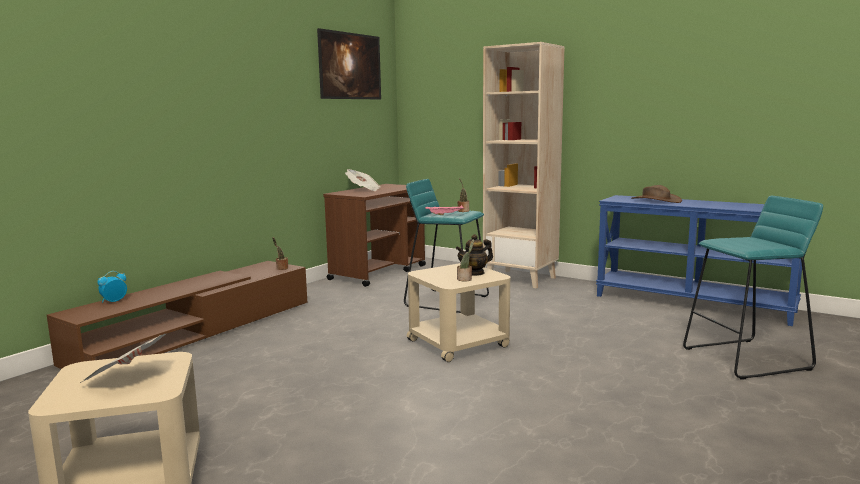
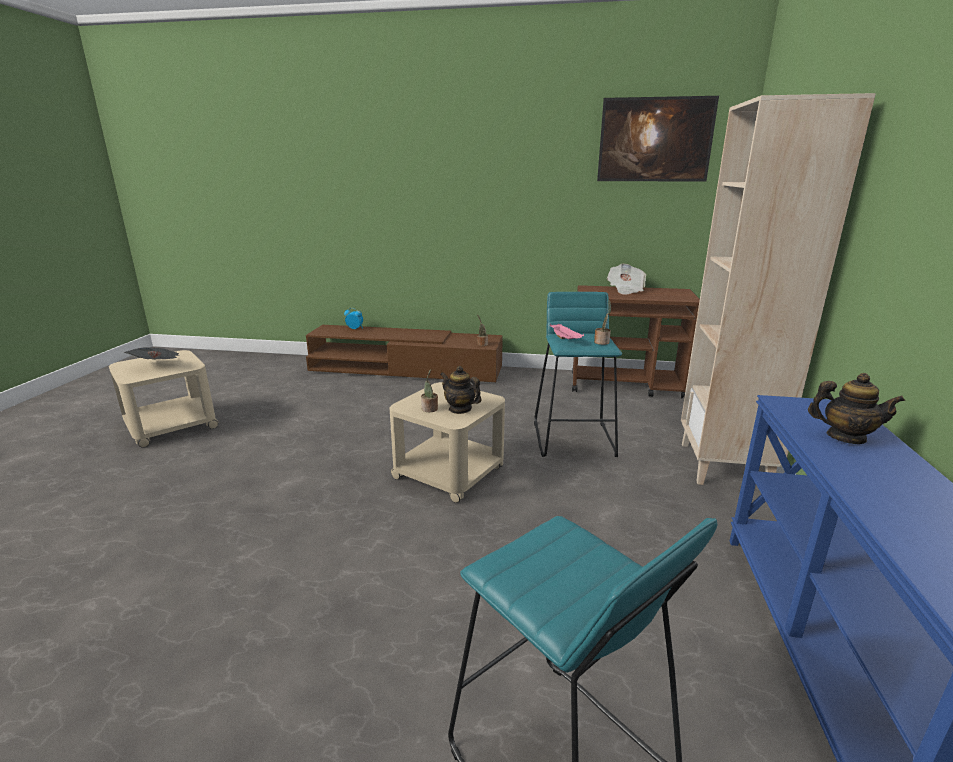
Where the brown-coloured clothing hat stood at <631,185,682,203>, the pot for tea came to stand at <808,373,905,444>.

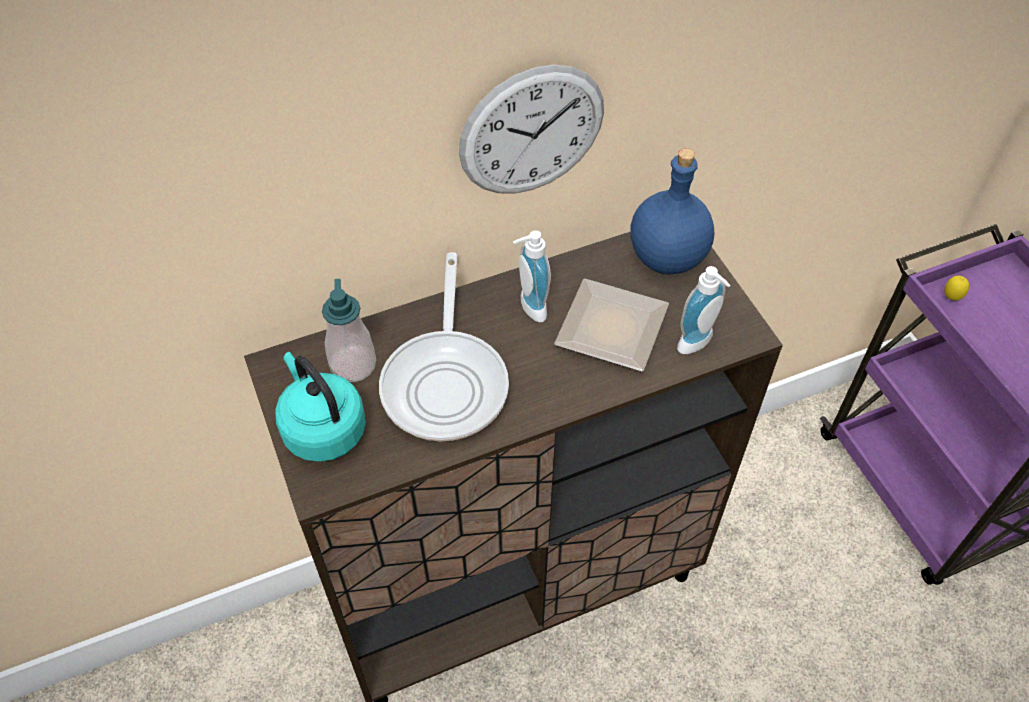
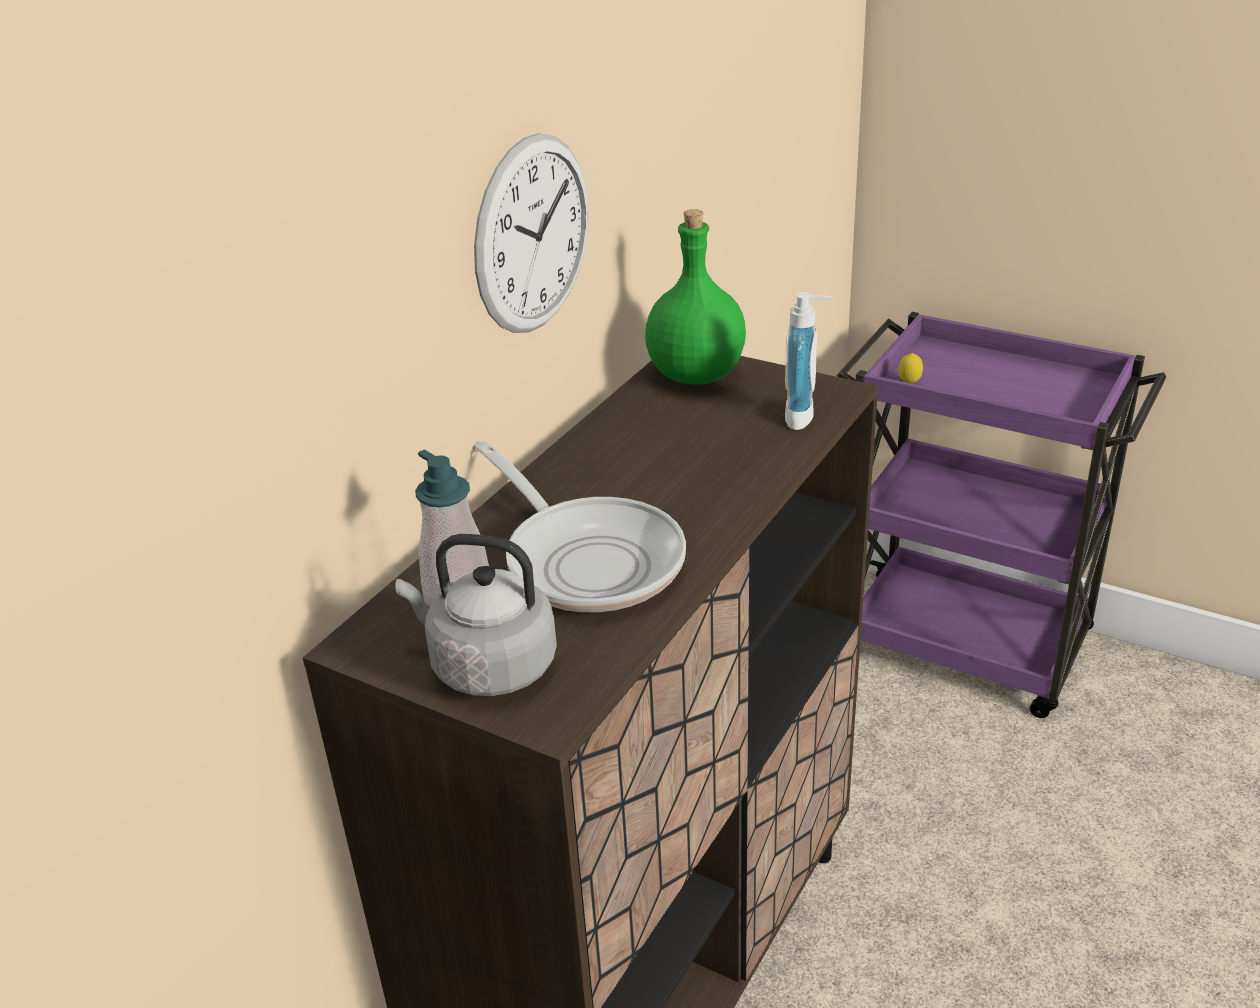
The second view lost the soap dispenser at <513,230,551,322>.
The second view lost the plate at <554,279,669,372>.
What was the blue-green tea kettle at <275,352,366,462> turned into the grey tea kettle at <395,534,557,696>.
What was the blue beverage bottle at <630,148,714,274> turned into the green beverage bottle at <645,209,746,385>.

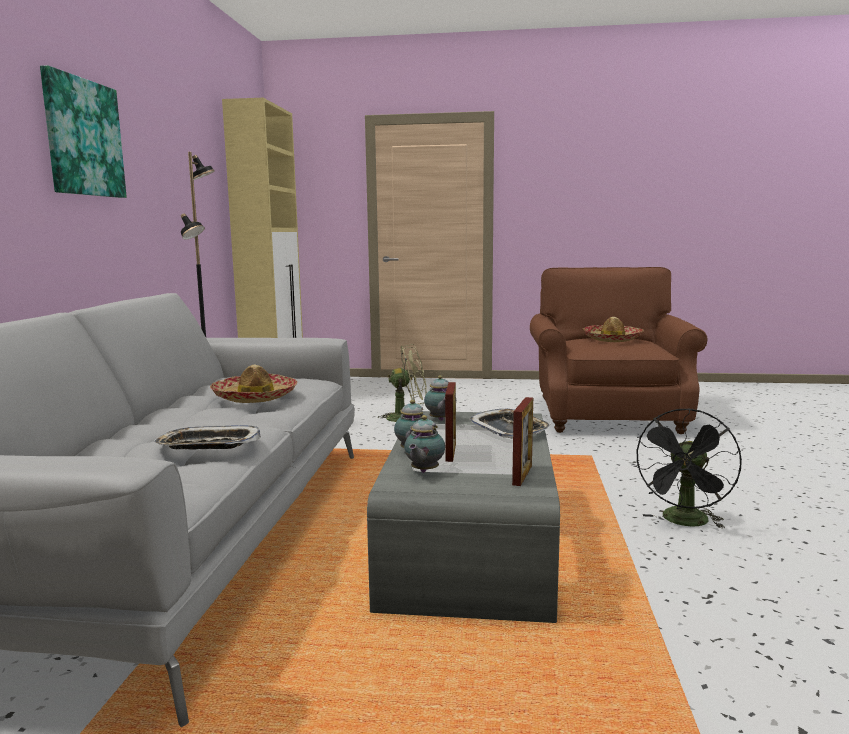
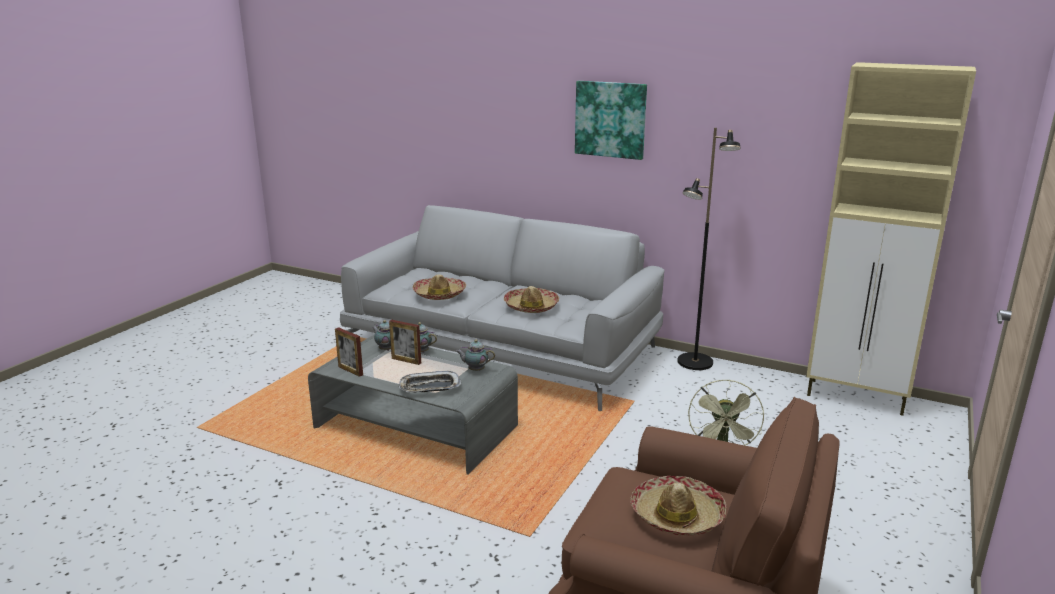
The second view lost the black fan at <634,408,742,529>.
Where the serving tray stood at <154,425,261,450>, the clothing hat came to stand at <413,274,466,300>.

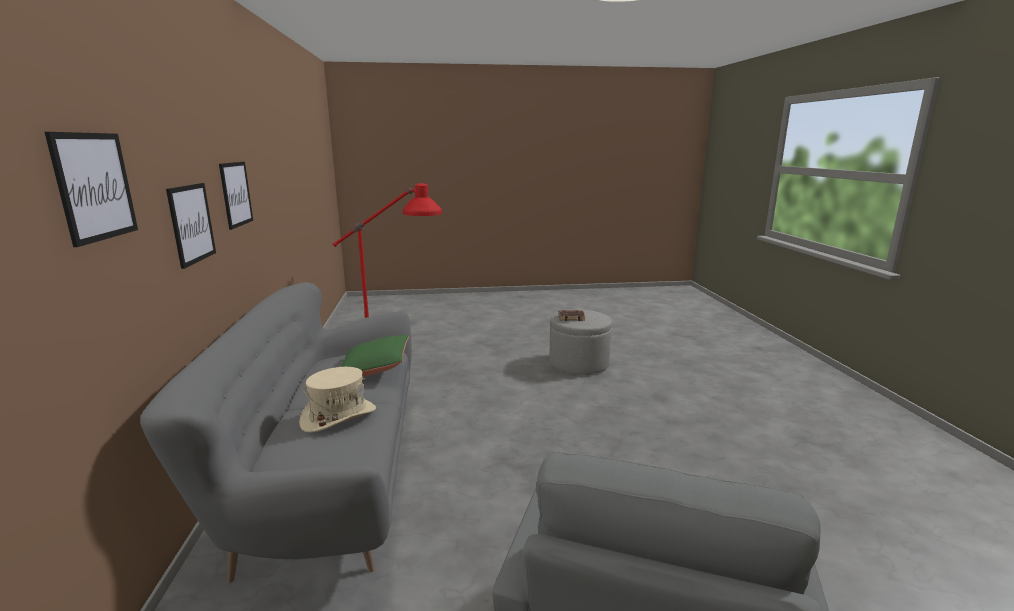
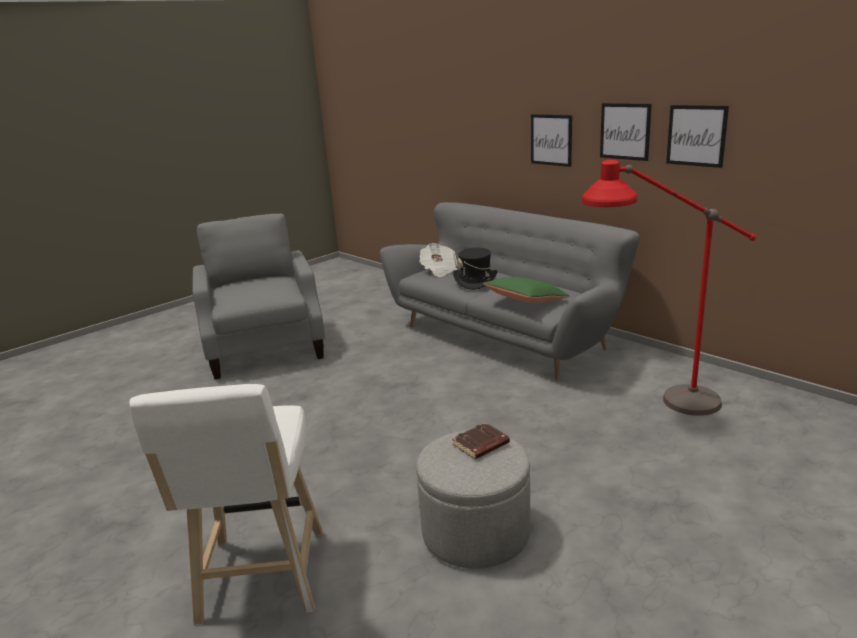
The second view gained the white-coloured sitting stool at <129,384,323,625>.
The second view gained the printed paper at <419,243,457,277>.
The picture ended up elsewhere, having gone from <45,132,138,247> to <666,105,729,168>.
What was the beige clothing hat at <299,367,376,432> turned into the black clothing hat at <453,248,498,290>.

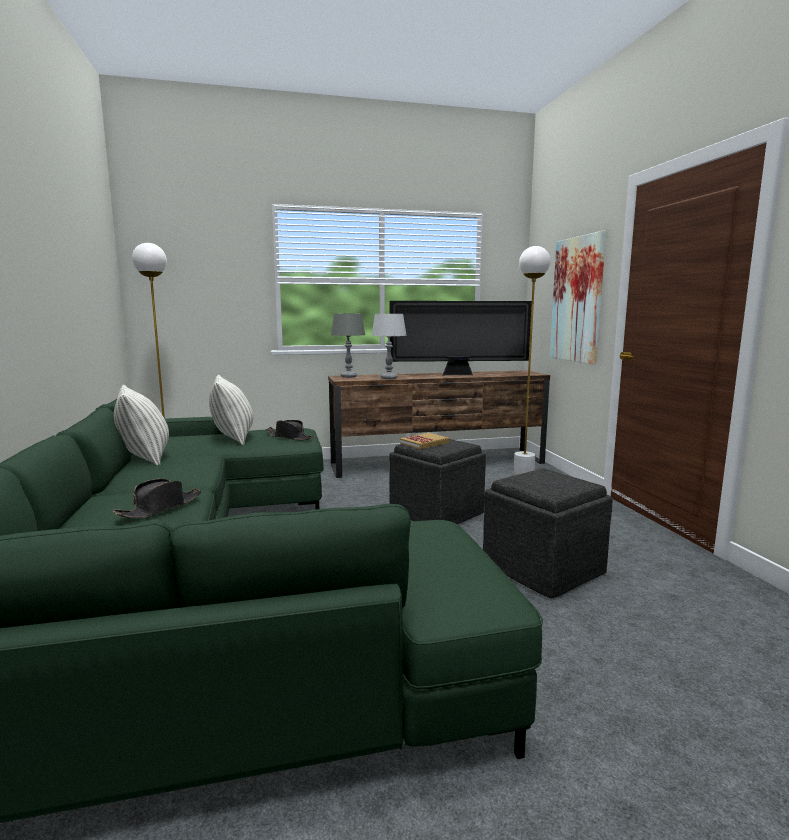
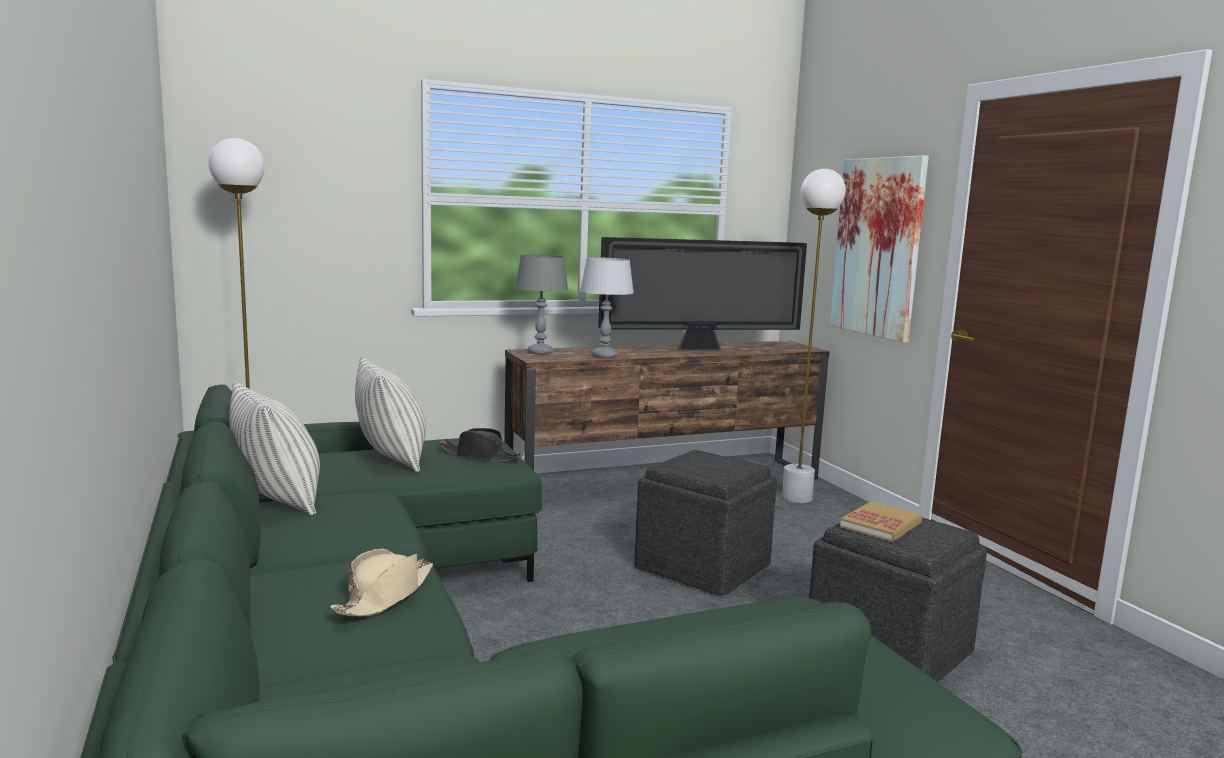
The book ended up elsewhere, having gone from <400,433,450,449> to <840,501,922,542>.
What was the black clothing hat at <113,479,202,518> turned into the beige clothing hat at <331,549,433,617>.

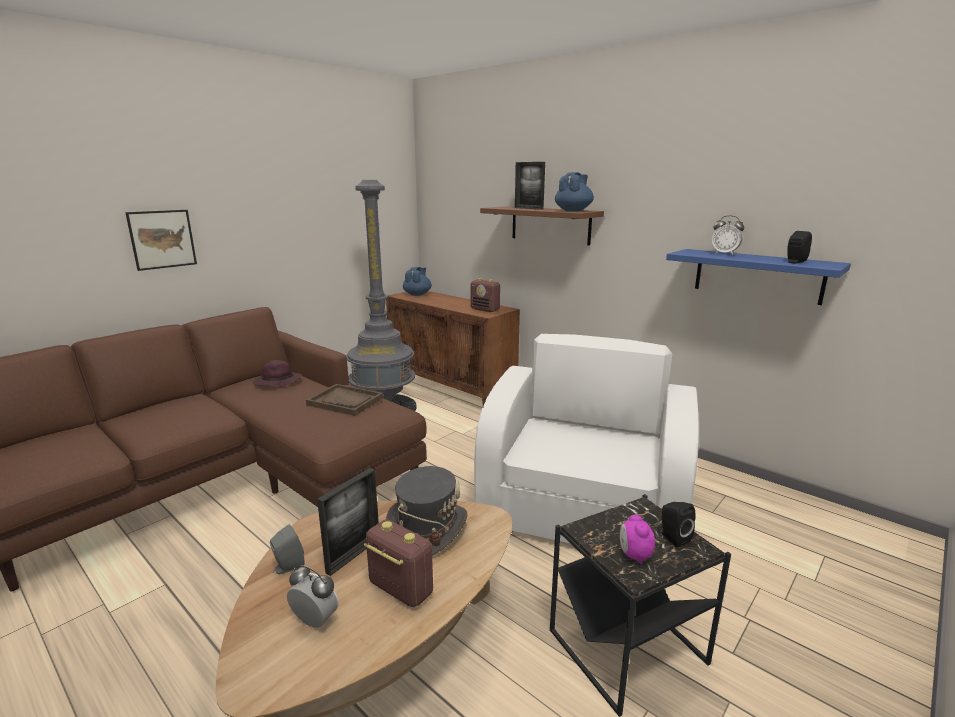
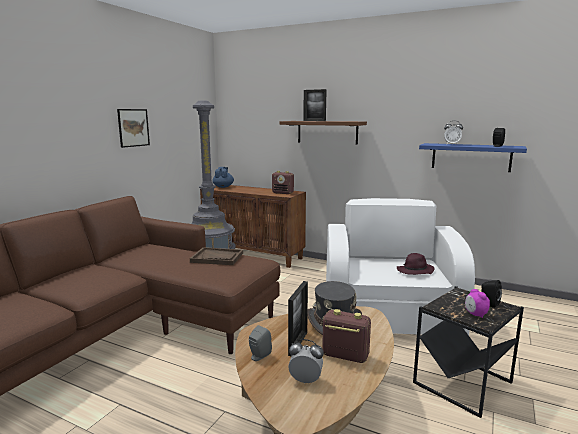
The second view lost the blue pot for tea at <555,172,594,211>.
The picture ended up elsewhere, having gone from <125,210,197,271> to <117,109,150,148>.
The purple clothing hat ended up elsewhere, having gone from <253,360,302,387> to <397,253,435,275>.

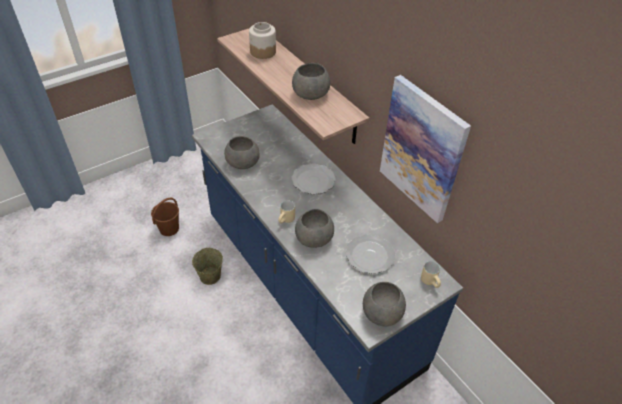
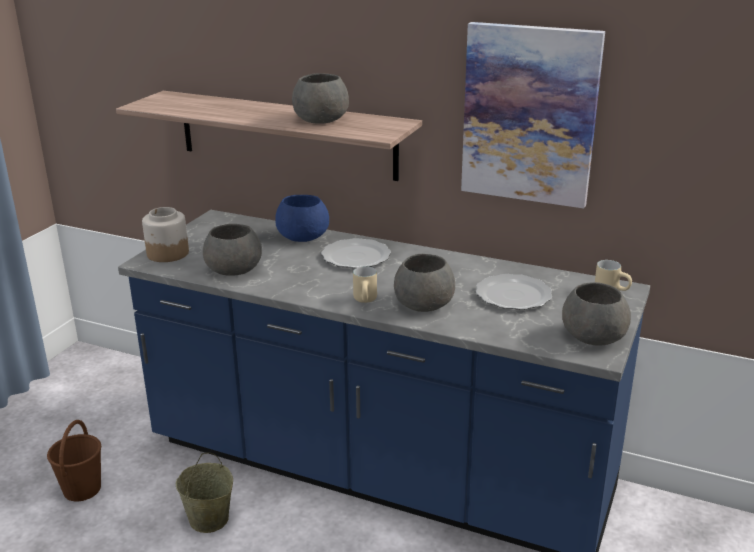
The second view gained the blue deep dish at <275,195,329,242>.
The preserve jar ended up elsewhere, having gone from <249,22,276,59> to <142,207,189,262>.

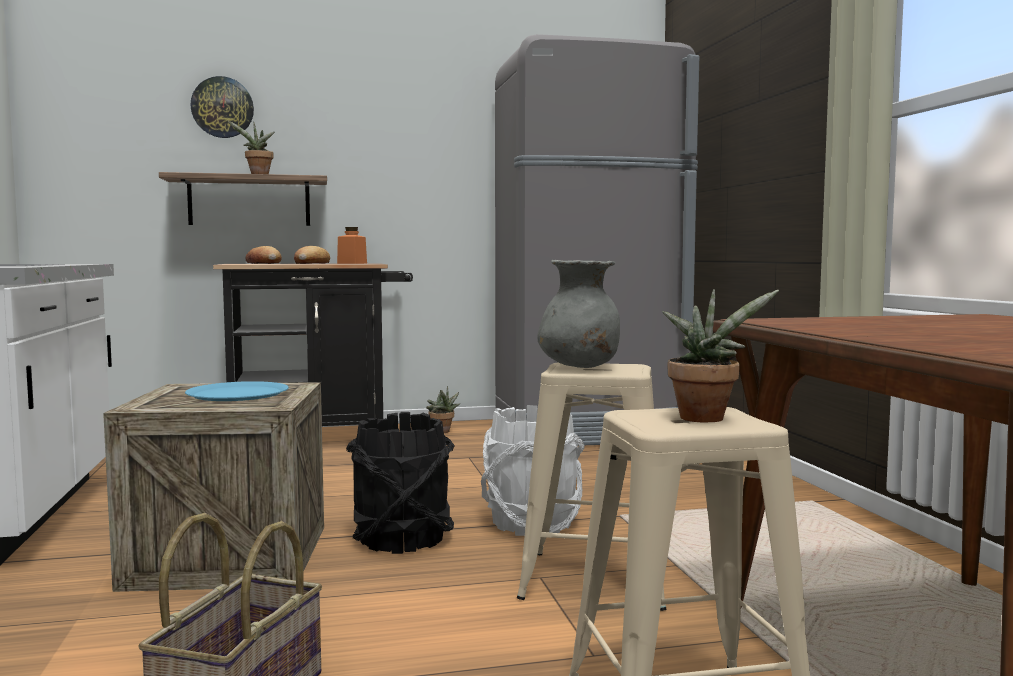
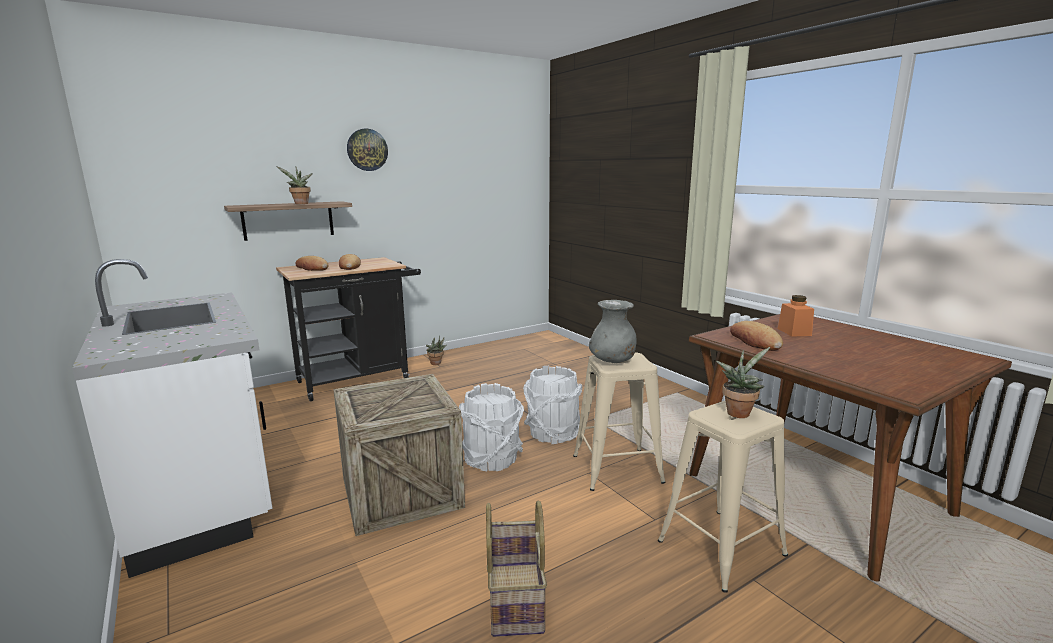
The second view lost the blue plate at <185,381,289,401>.
The second view lost the grey kitchen fridge at <495,34,699,446>.
The second view gained the bread at <730,321,783,351>.
The clock on the wall ended up elsewhere, having gone from <190,76,254,138> to <347,129,388,171>.
The orangey preserve jar ended up elsewhere, having gone from <337,227,367,264> to <778,295,814,337>.
What was the black water bucket at <346,412,454,554> turned into the white-coloured water bucket at <458,383,524,471>.

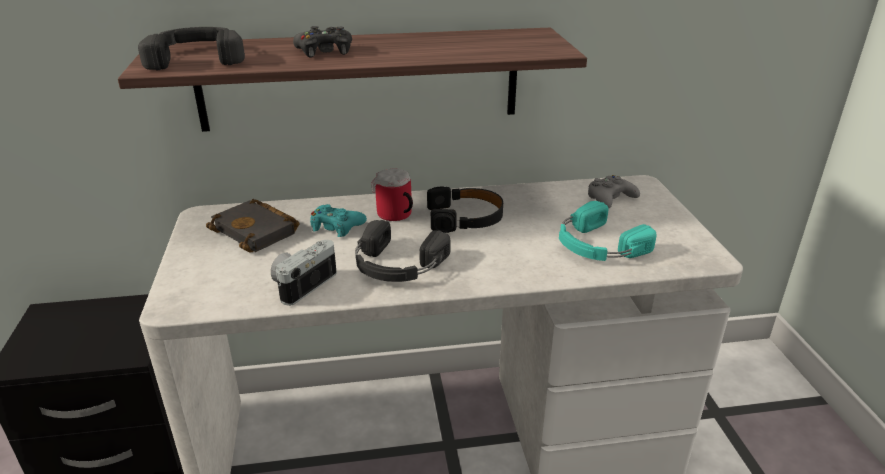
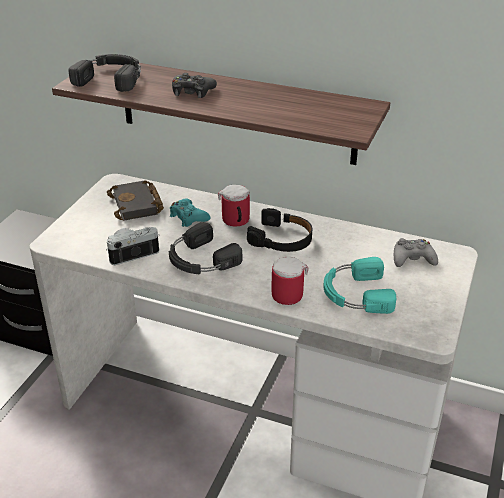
The second view gained the mug at <272,256,308,305>.

